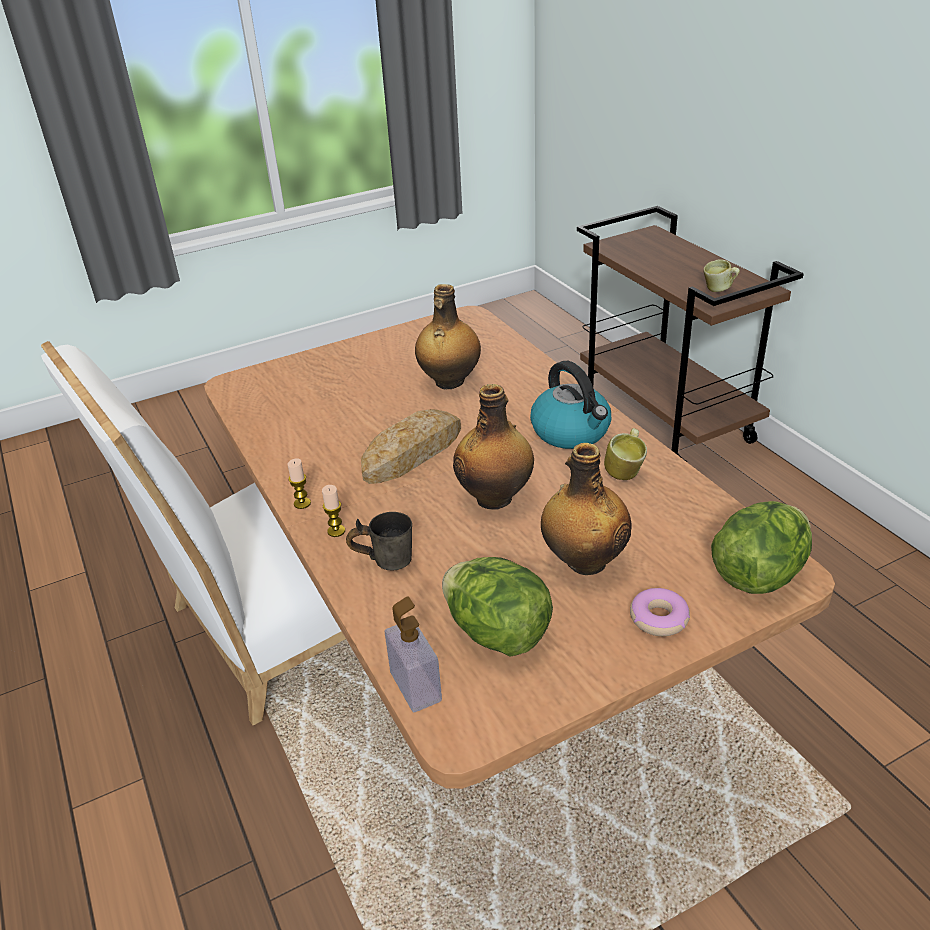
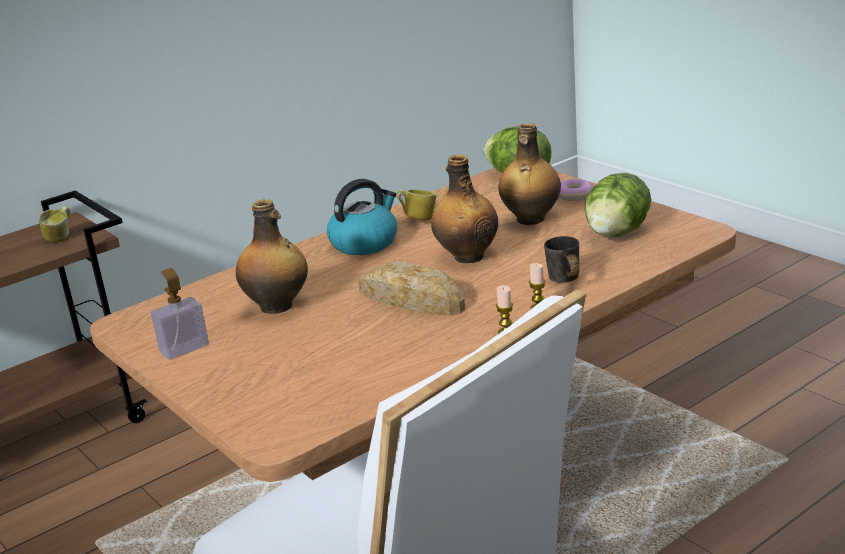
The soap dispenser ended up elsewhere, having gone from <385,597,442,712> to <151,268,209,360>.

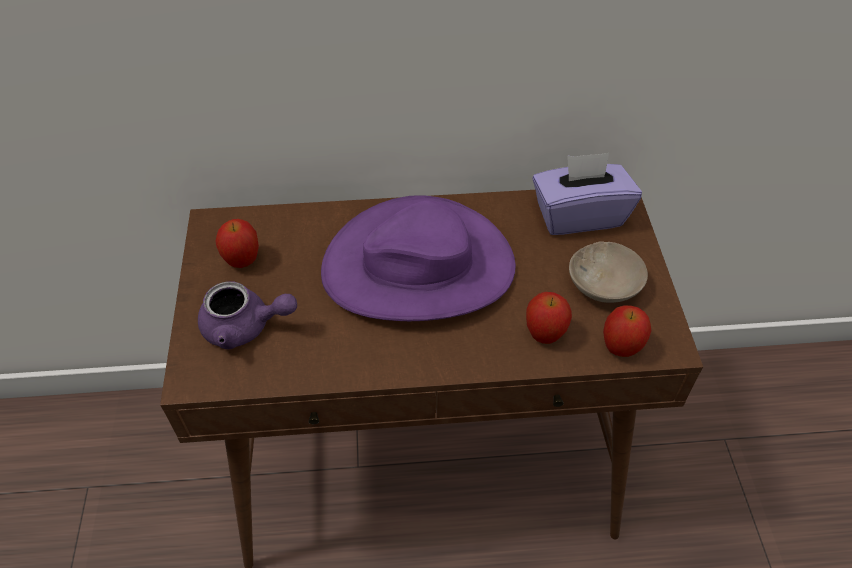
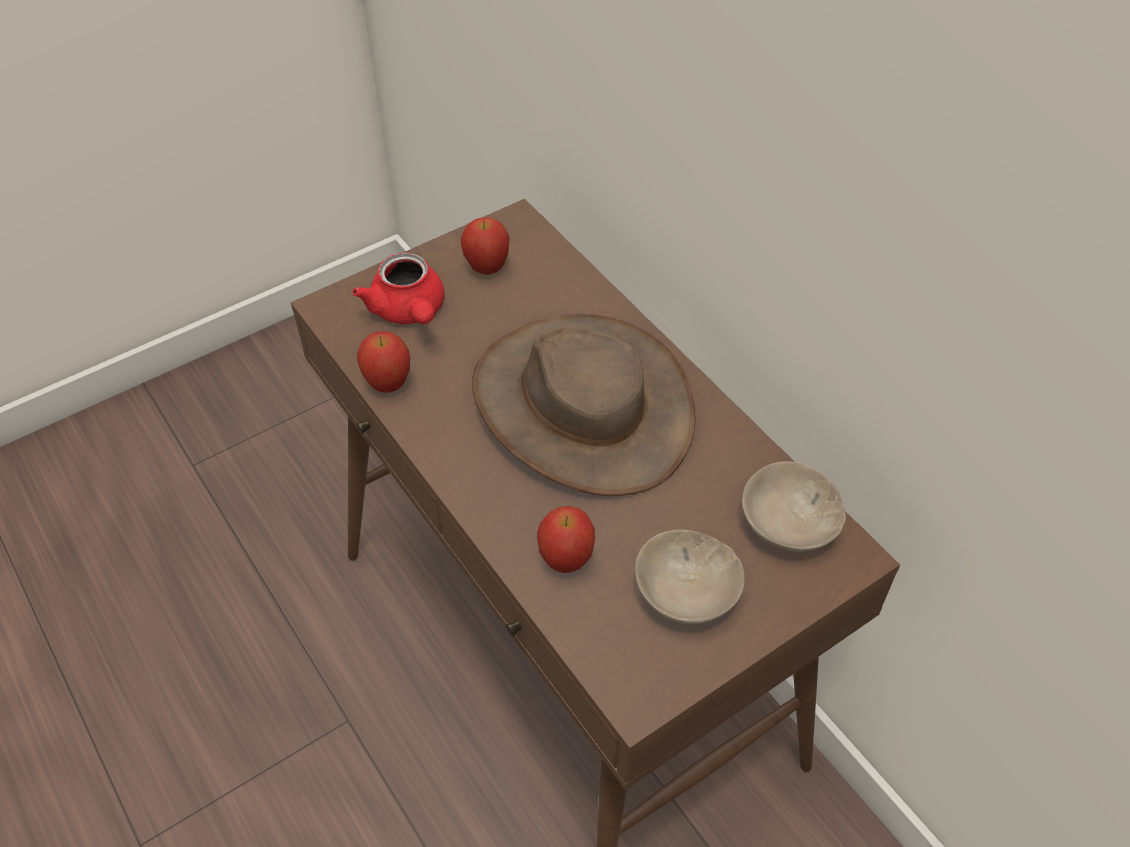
The apple fruit ended up elsewhere, having gone from <603,306,651,357> to <357,331,410,393>.
Where the purple tissue holder stood at <532,153,642,235>, the beige deep dish came to stand at <742,461,846,552>.
What was the purple pot for tea at <198,281,297,349> turned into the reddish pot for tea at <352,253,445,324>.
What was the purple clothing hat at <321,195,516,321> turned into the brown-coloured clothing hat at <472,314,695,496>.

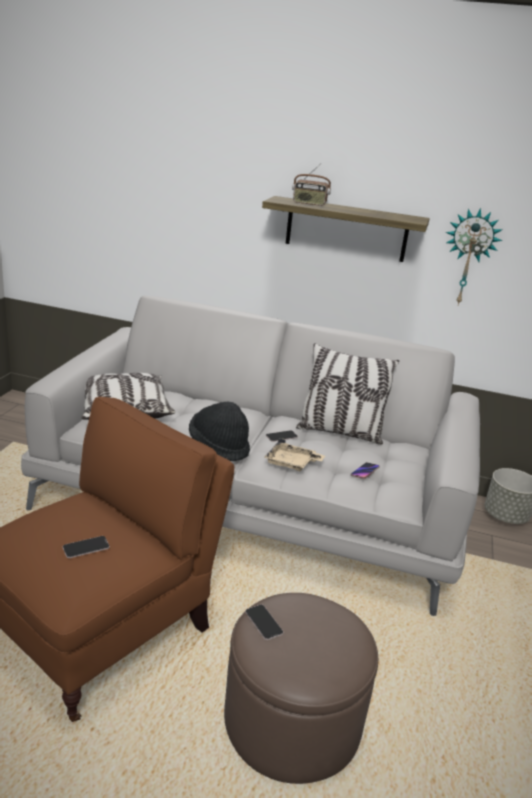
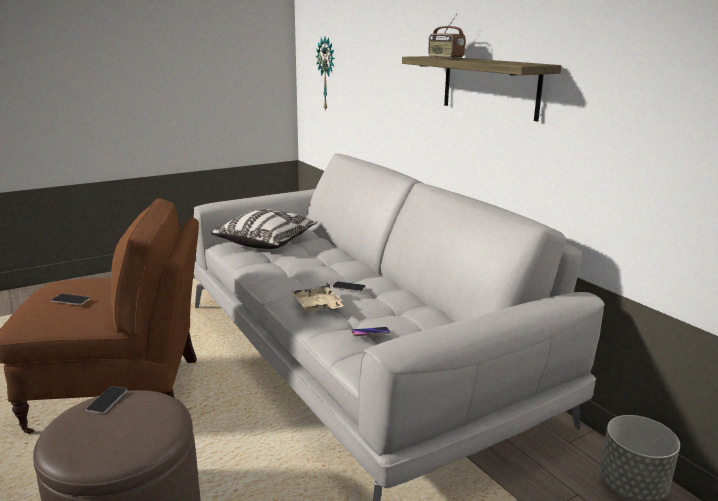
The second view lost the black clothing hat at <189,402,250,461>.
The second view lost the throw pillow at <296,343,399,445>.
The clock on the wall ended up elsewhere, having gone from <446,208,503,305> to <316,37,335,111>.

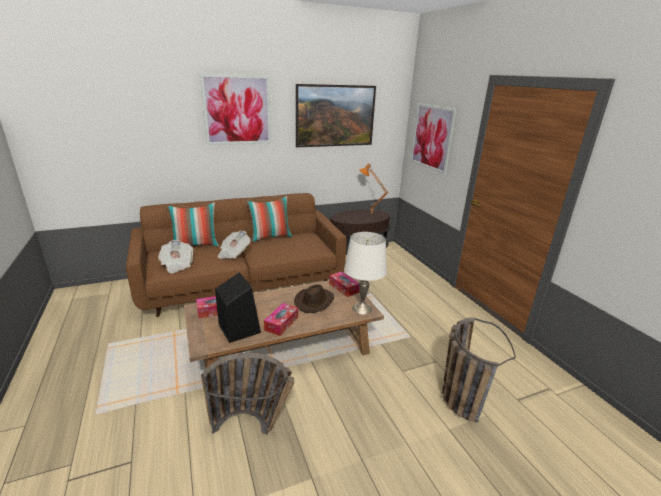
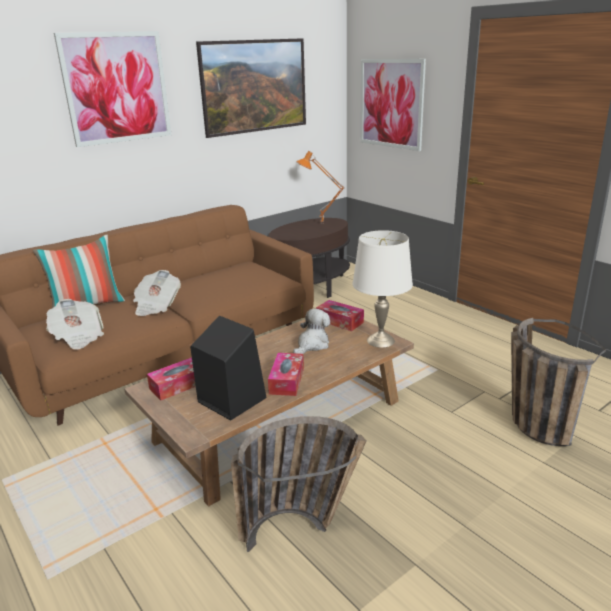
The second view lost the throw pillow at <246,196,292,242>.
Where the brown-coloured clothing hat stood at <294,284,334,313>, the cuddly toy came to stand at <293,309,330,354>.

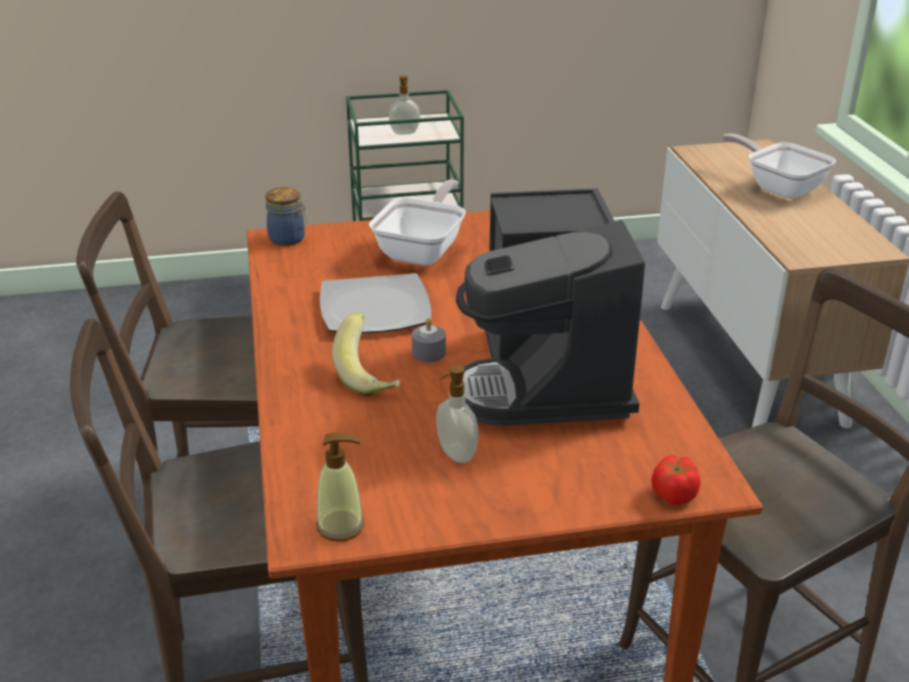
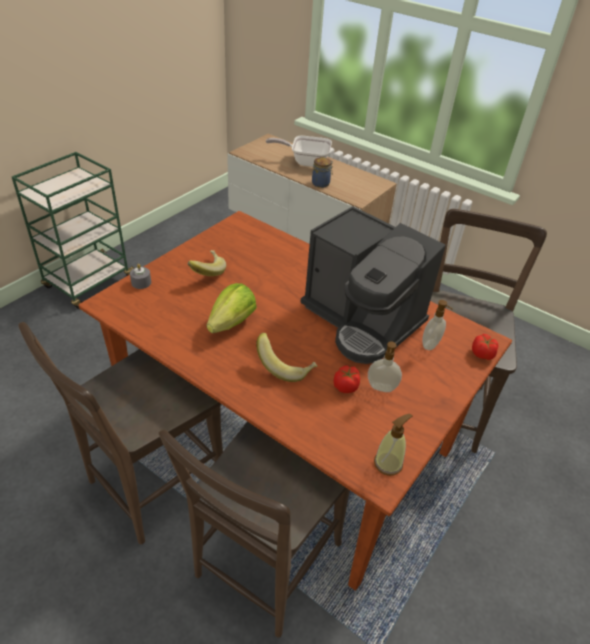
The second view gained the fresh tomato at <334,365,360,393>.
The preserve jar ended up elsewhere, having gone from <266,187,307,246> to <312,157,333,188>.
The soap dispenser ended up elsewhere, having gone from <389,76,420,135> to <422,300,453,350>.
The grey wax candle ended up elsewhere, having gone from <412,318,446,362> to <130,264,151,289>.
Where the plate stood at <320,273,432,334>, the lettuce head came to stand at <207,283,257,333>.
Where the frying pan stood at <369,180,466,266>, the banana fruit came to stand at <188,250,226,276>.

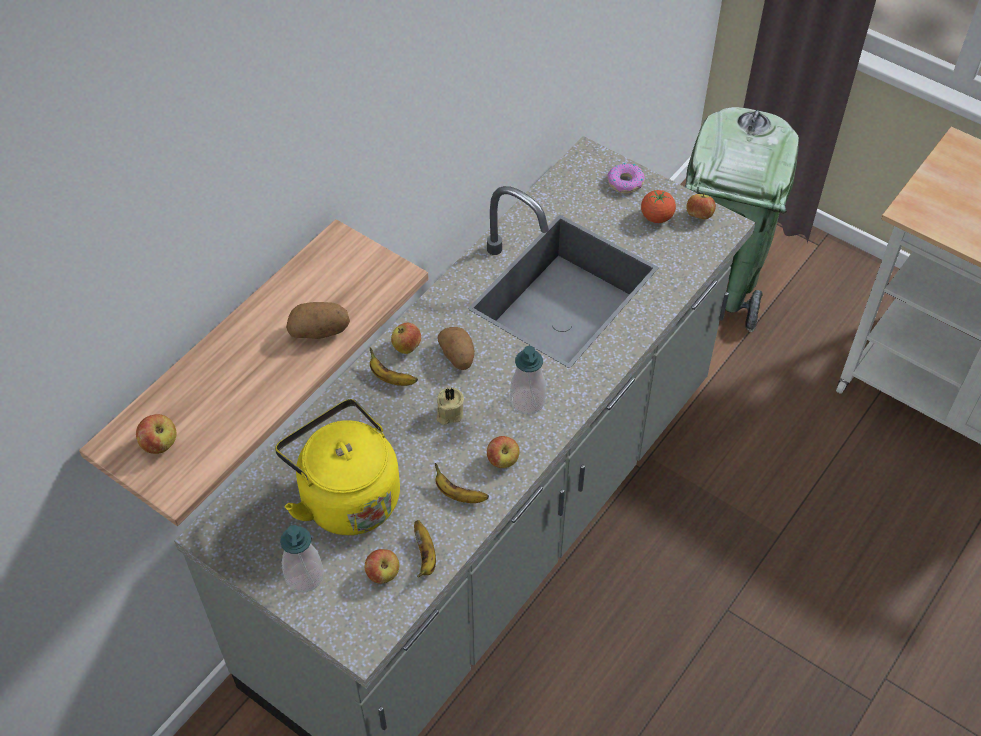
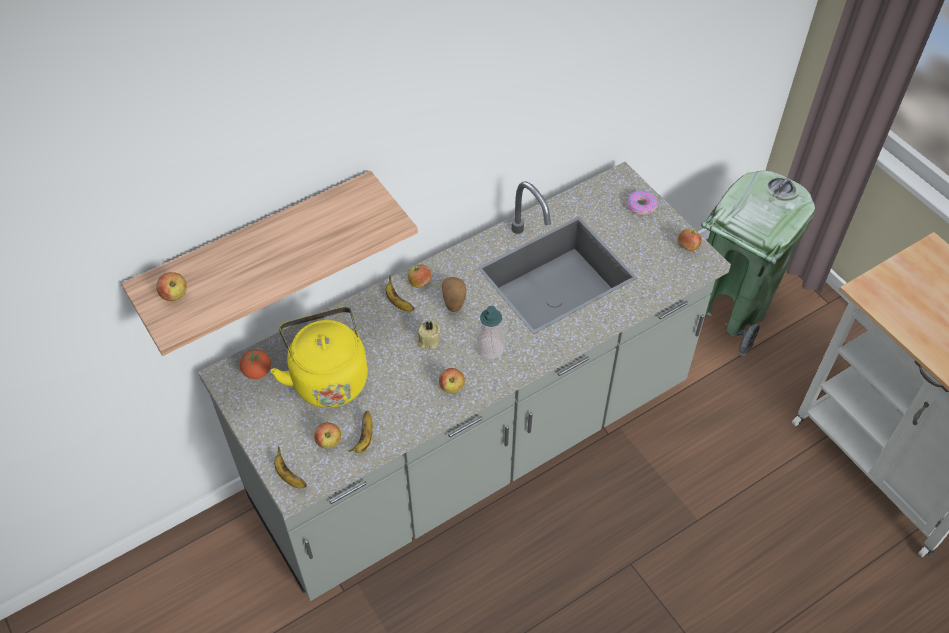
The second view lost the soap dispenser at <280,525,324,592>.
The second view lost the whole potato at <286,302,350,339>.
The banana fruit ended up elsewhere, having gone from <435,463,489,503> to <274,446,307,489>.
The fresh tomato ended up elsewhere, having gone from <641,190,676,223> to <240,349,271,379>.

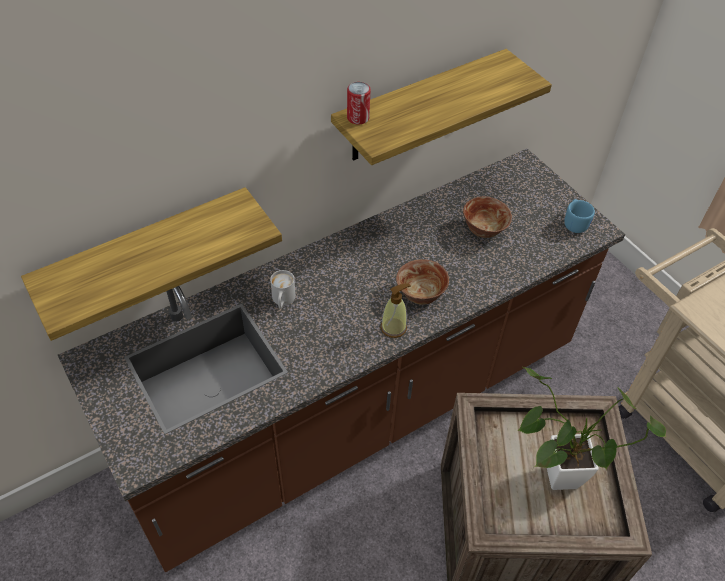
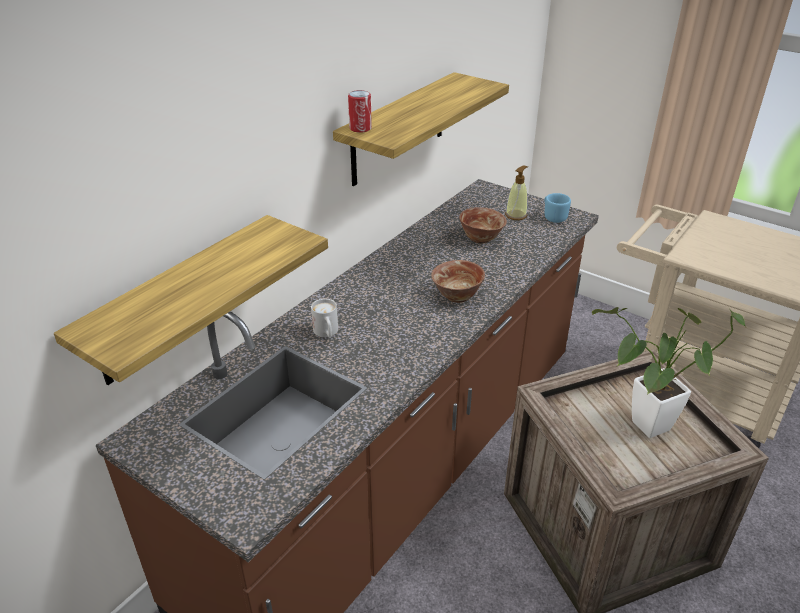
The soap dispenser ended up elsewhere, having gone from <381,283,411,338> to <505,166,528,220>.

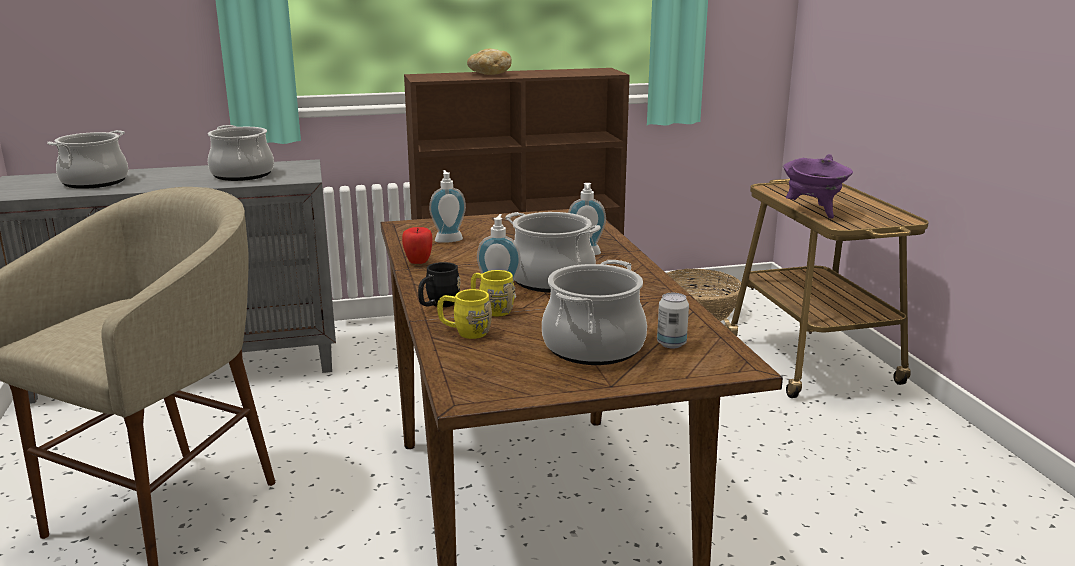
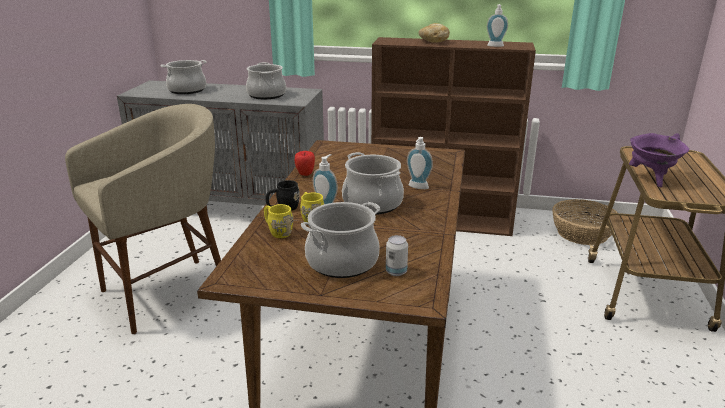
The soap dispenser ended up elsewhere, having gone from <429,170,466,243> to <487,4,508,47>.

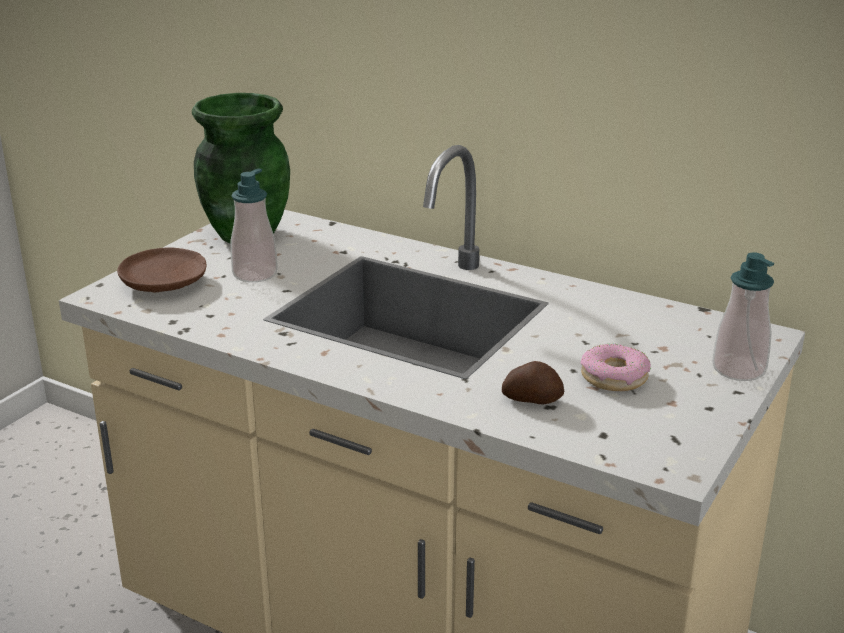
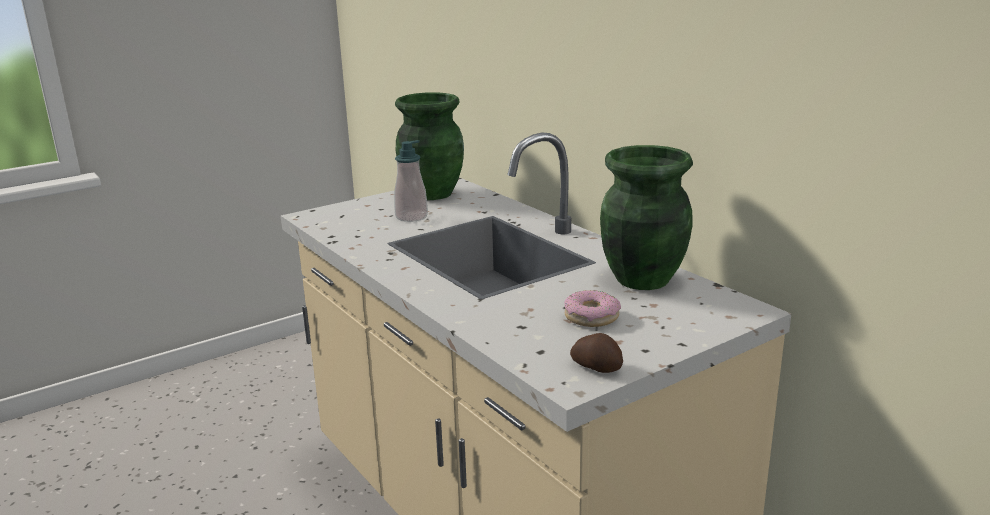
The second view lost the brown-coloured plate at <117,247,206,293>.
The second view lost the soap dispenser at <712,252,774,381>.
The second view gained the green decorative vase at <600,145,693,290>.
The whole potato ended up elsewhere, having gone from <502,361,564,404> to <570,333,623,373>.

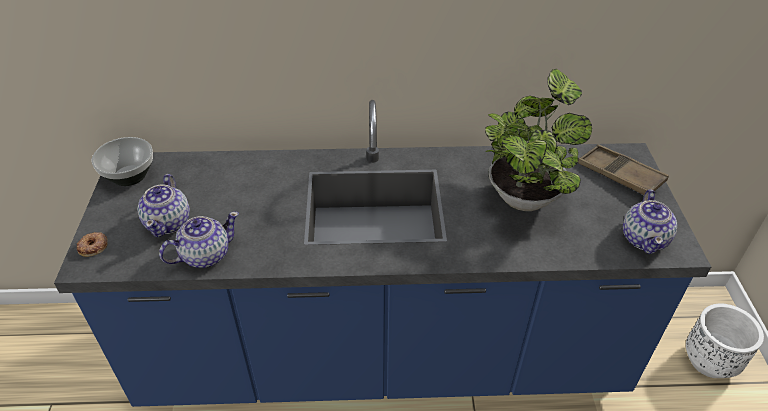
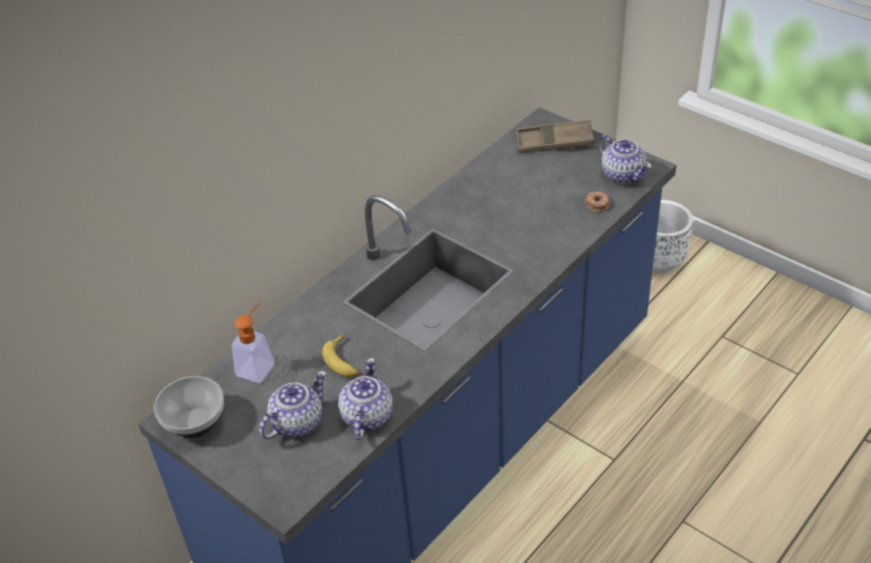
The second view lost the plant in a pot at <485,69,592,211>.
The second view gained the soap dispenser at <232,302,274,383>.
The second view gained the banana fruit at <322,334,359,377>.
The donut ended up elsewhere, having gone from <77,232,108,257> to <585,191,611,212>.
The pot for tea at <137,174,190,237> ended up facing another way, 90 degrees counterclockwise from before.

